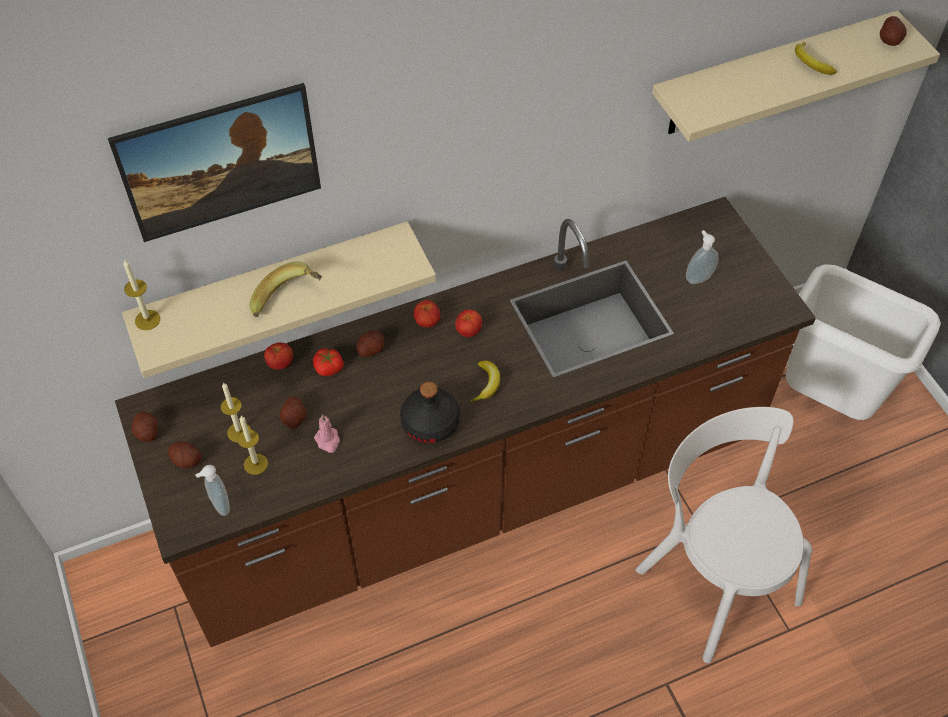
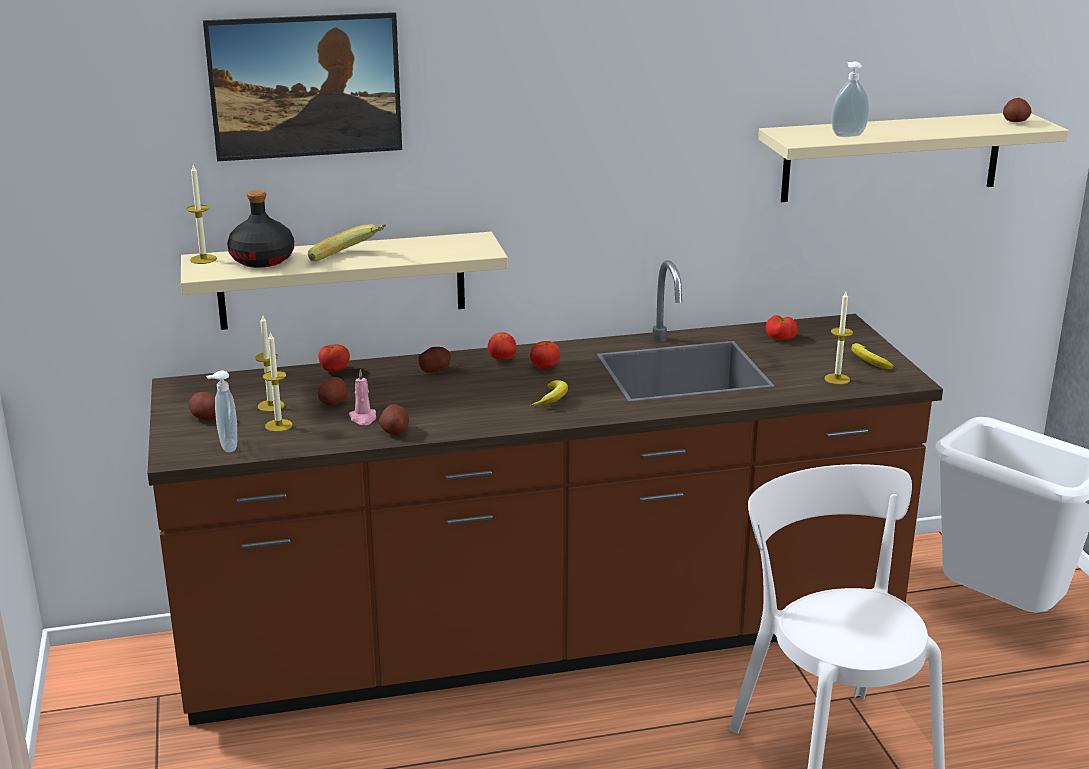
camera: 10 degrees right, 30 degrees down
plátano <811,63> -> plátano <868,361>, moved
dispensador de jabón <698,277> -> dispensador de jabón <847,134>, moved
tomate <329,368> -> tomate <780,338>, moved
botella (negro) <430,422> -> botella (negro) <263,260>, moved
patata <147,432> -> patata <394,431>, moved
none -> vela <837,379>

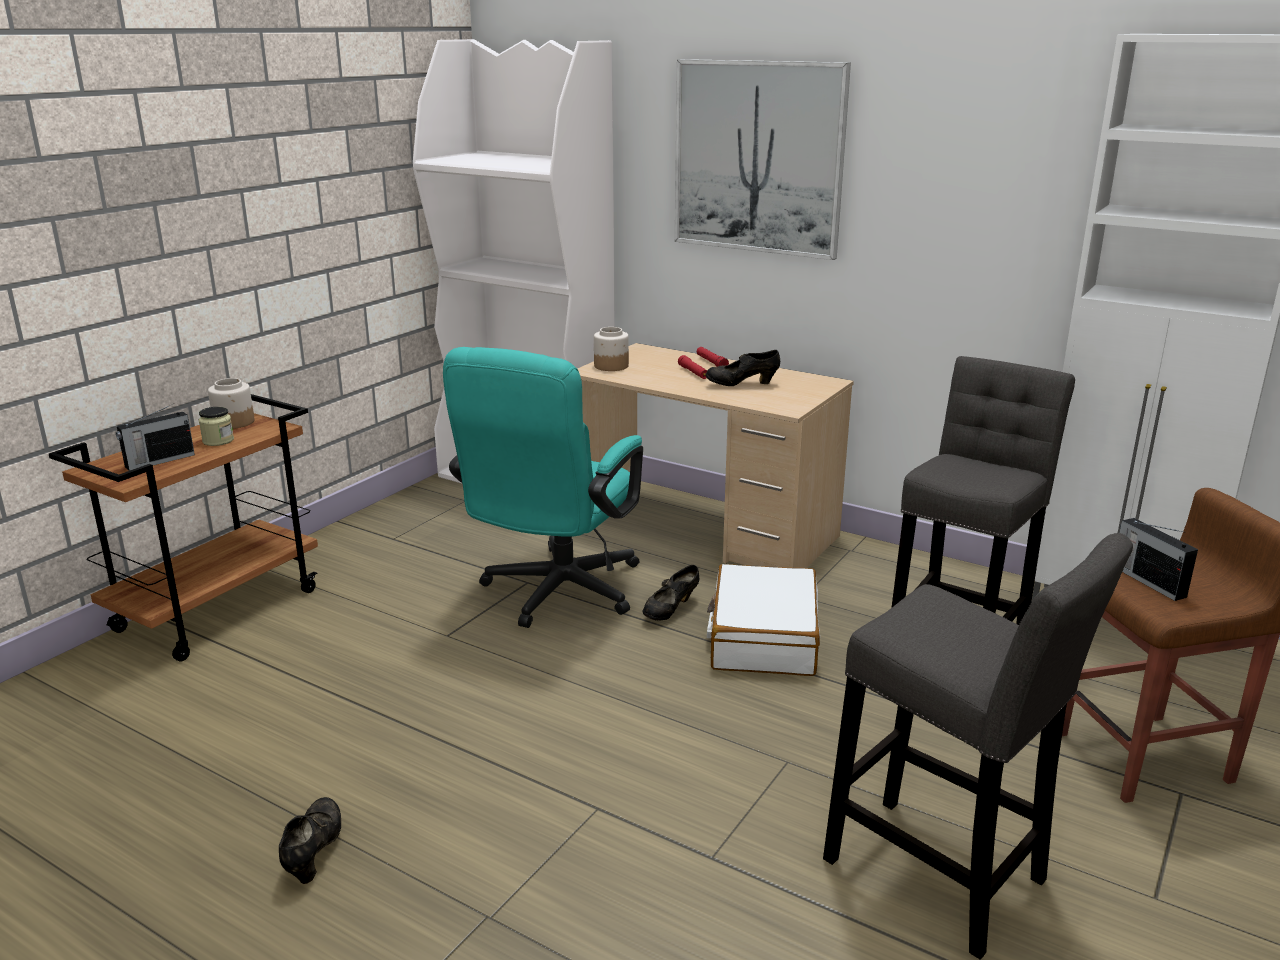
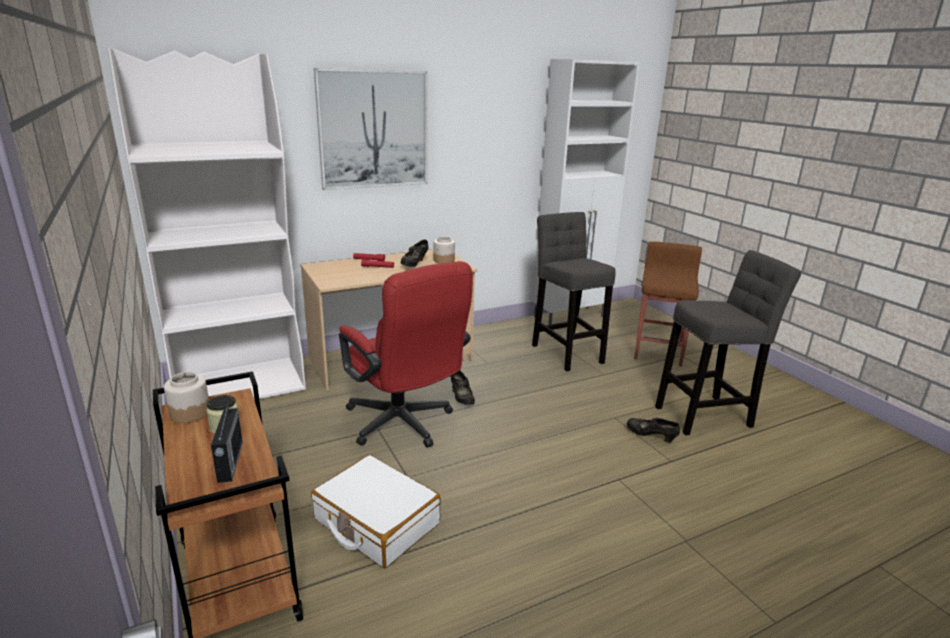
camera: 60 degrees left, 0 degrees up
tarro <611,366> -> tarro <444,260>, moved
silla de oficina (turquesa) <555,595> -> silla de oficina (rojo) <404,425>
radio <1147,581> -> none
maleta (blanco) <763,638> -> maleta (blanco) <376,522>, moved
zapato (negro) <314,853> -> zapato (negro) <651,436>, moved

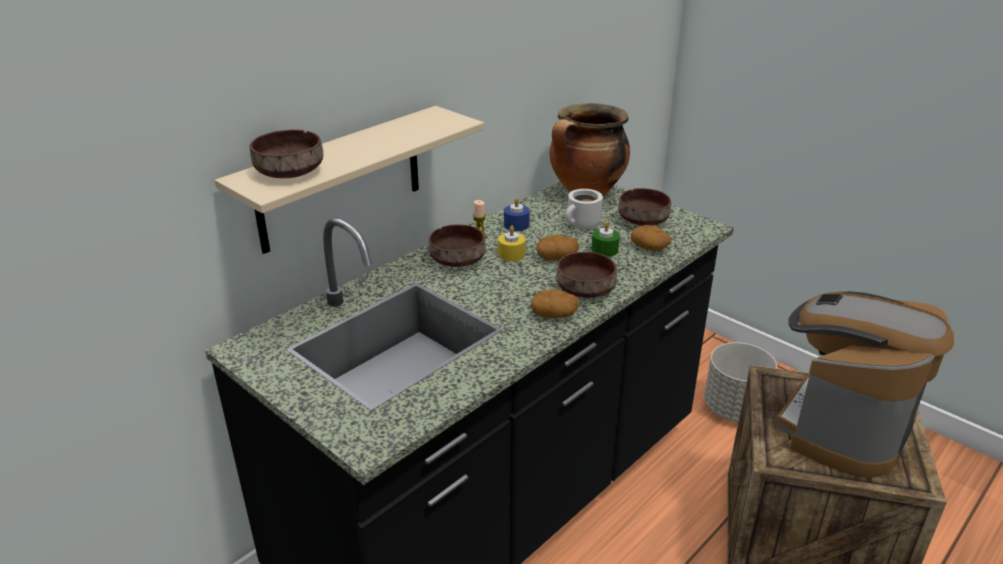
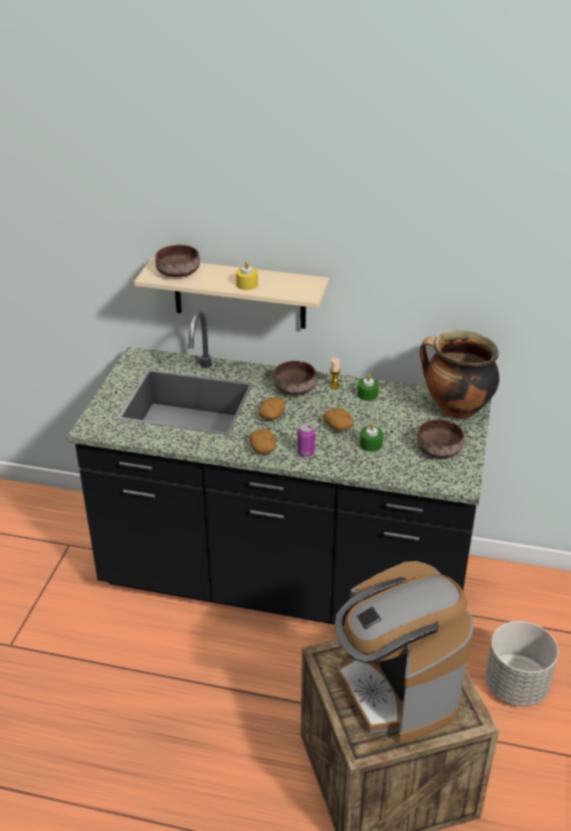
camera: 60 degrees right, 5 degrees up
taza grande (blanco) <582,225> -> none
vela (azul) <516,225> -> vela (verde) <367,394>
patata <650,248> -> patata <272,416>, moved
vela (amarillo) <511,254> -> vela (amarillo) <247,284>, moved
cuenco (marrón) <586,290> -> lata <305,453>
cafetera <842,427> -> cafetera <397,690>, 120 degrees counterclockwise

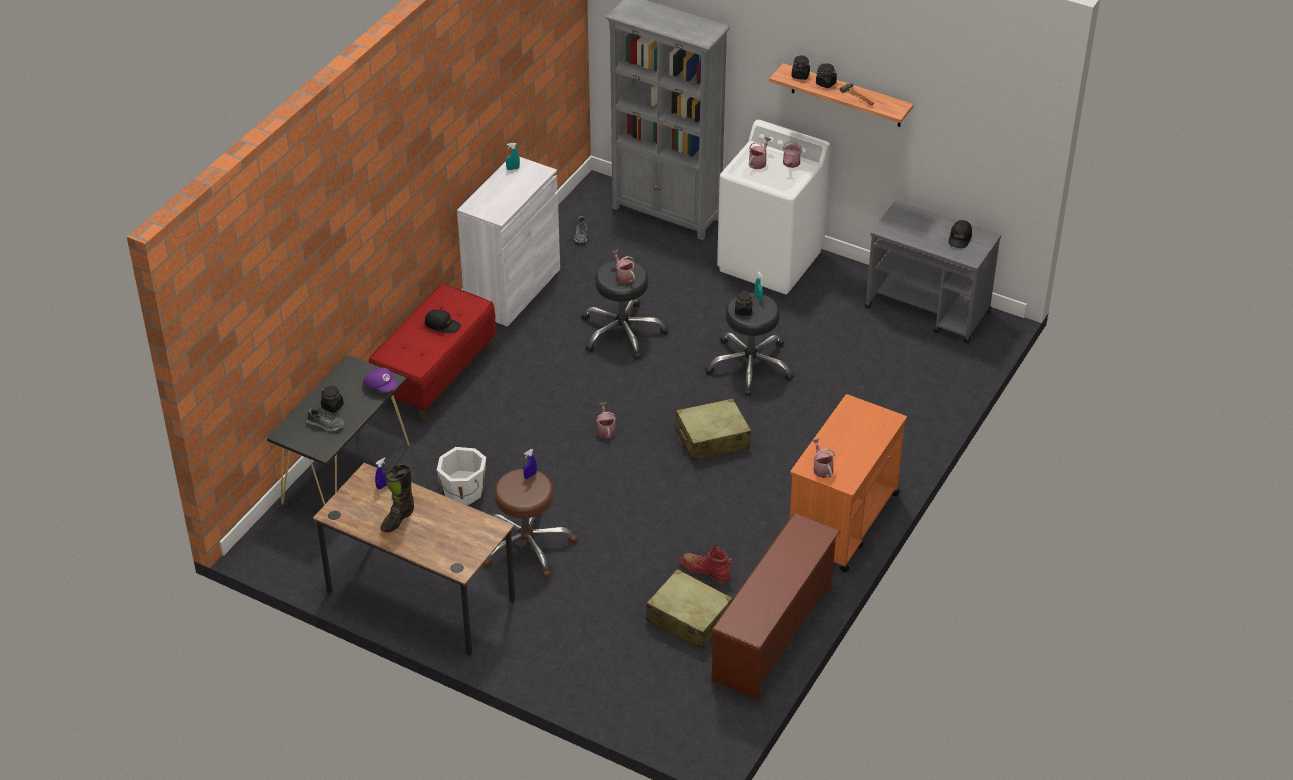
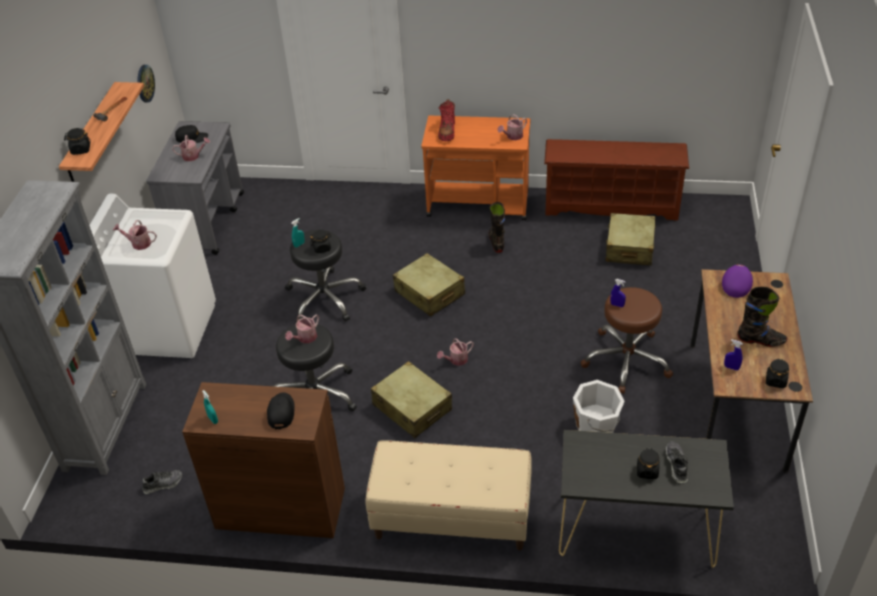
camera: 110 degrees left, 0 degrees up
tarro (negro) <826,83> -> tarro (negro) <775,381>, moved
regadera <791,164> -> regadera <193,156>, moved
armario (blanco) <512,289> -> armario (marrón) <280,508>
banco (rojo) <435,375> -> banco (beis) <451,518>
gorra (negro) <442,325> -> gorra (negro) <281,412>, moved
gorra (morado) <381,386> -> gorra (morado) <736,285>, moved
bota (rojo) <705,570> -> bota (rojo) <447,131>, moved
none -> reloj de pared <144,83>
none -> bota (negro) <496,242>
none -> maleta (beis) <412,407>

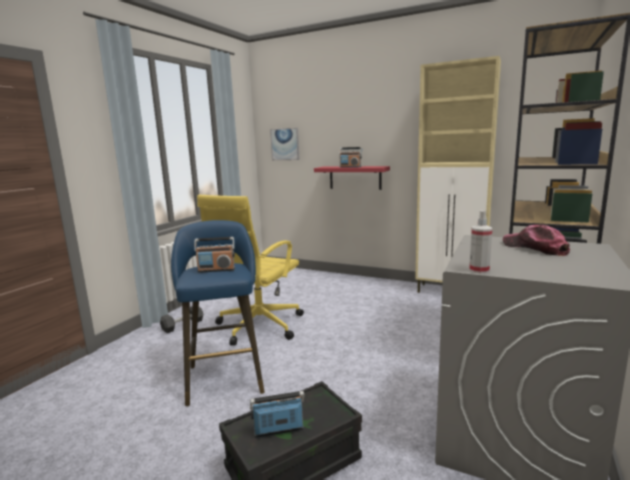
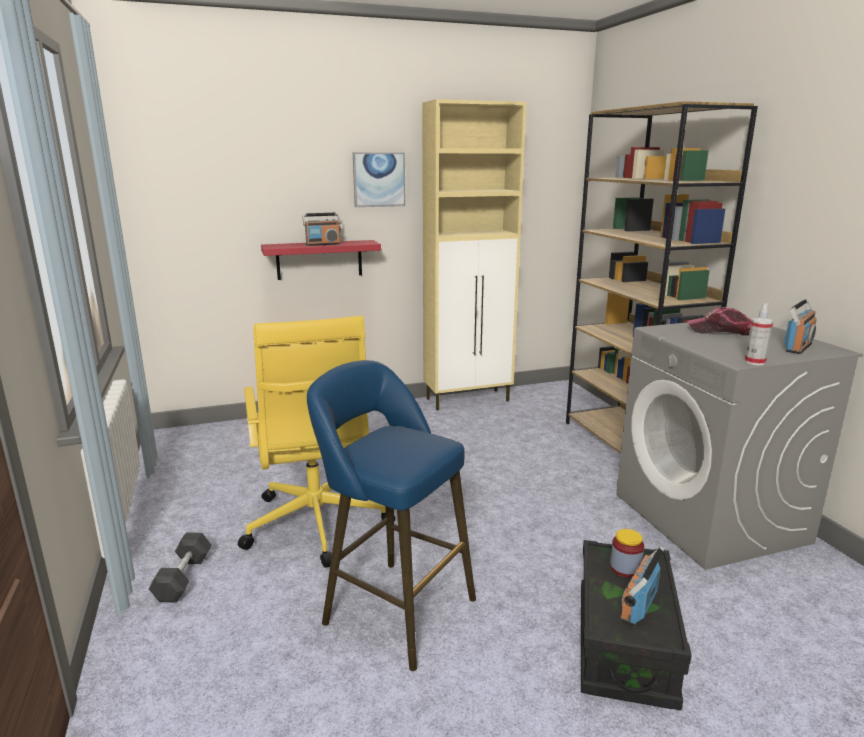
camera: 45 degrees left, 5 degrees up
cuadro <285,144> -> cuadro <379,179>, moved
radio <216,270> -> radio <798,347>, moved
none -> tarro <625,568>

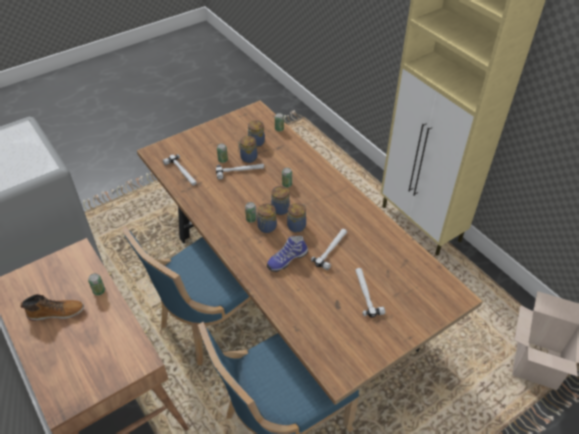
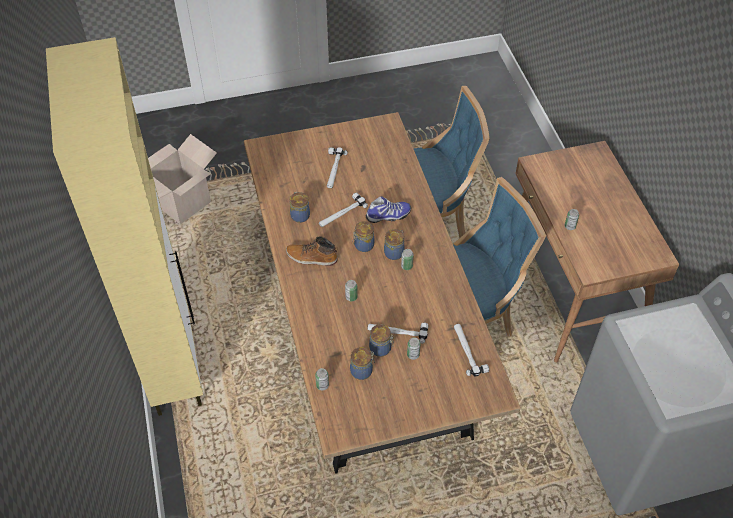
camera: 160 degrees left, 5 degrees up
tarro <281,210> -> tarro <300,215>, moved
bota <56,312> -> bota <311,258>, moved

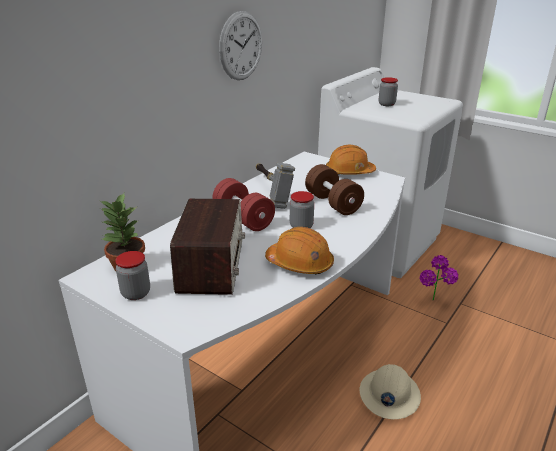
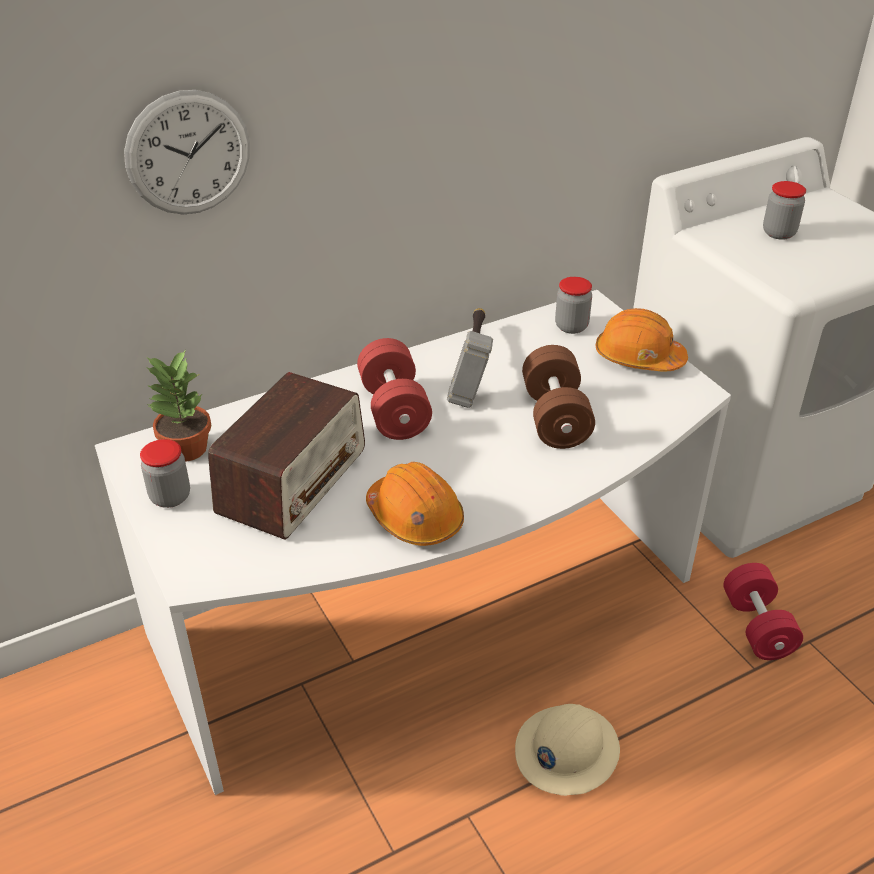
camera: 25 degrees right, 10 degrees up
reloj de pared <241,46> -> reloj de pared <188,153>, moved
tarro <301,226> -> tarro <571,326>, moved
planta en maceta <434,304> -> mancuerna (rojo) <757,627>

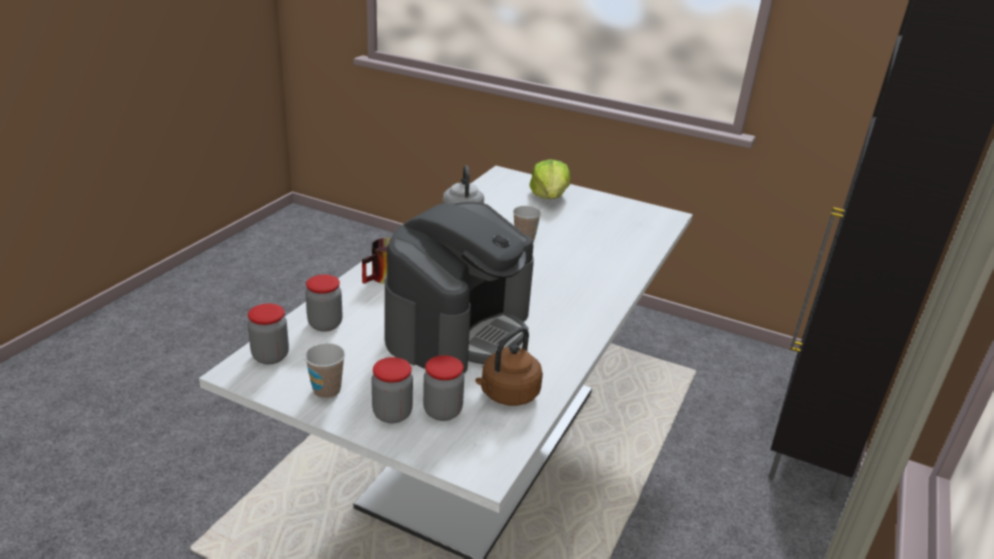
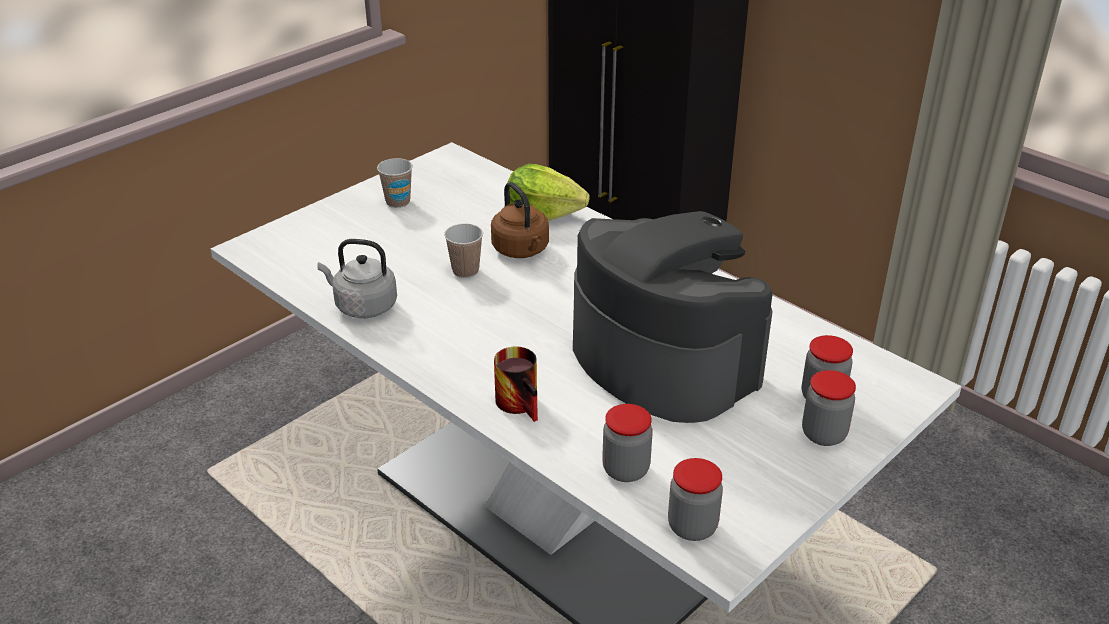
camera: 70 degrees left, 5 degrees up
lechuga <549,196> -> lechuga <543,214>, moved
hervidor (marrón) <507,395> -> hervidor (marrón) <522,250>, moved
taza <327,390> -> taza <398,202>, moved

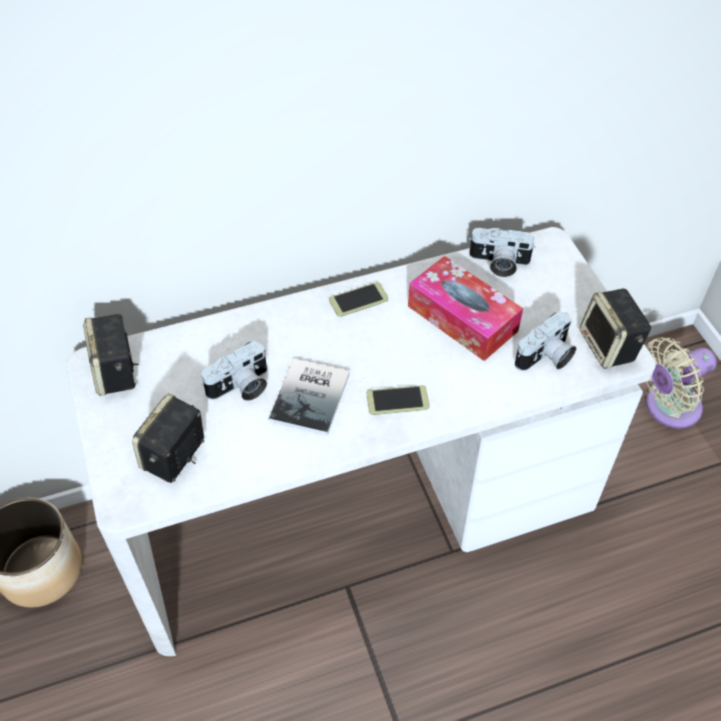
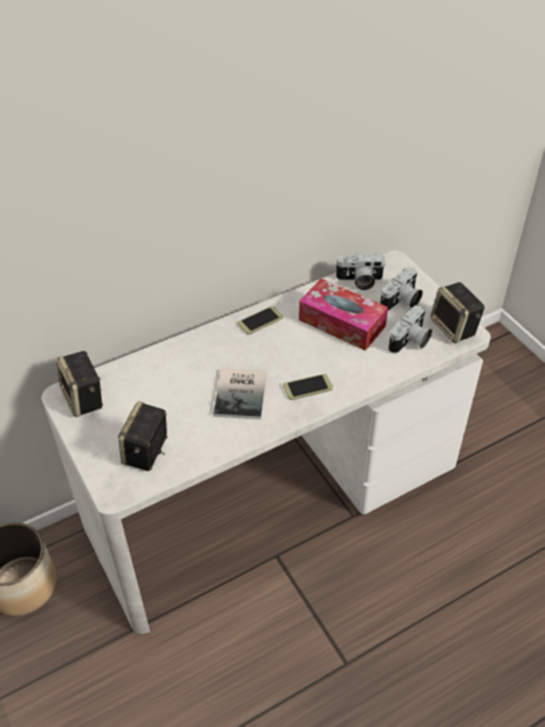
camera: 10 degrees left, 5 degrees down
ventilador (beis) <667,408> -> none
cámara <241,387> -> cámara <402,302>, moved

